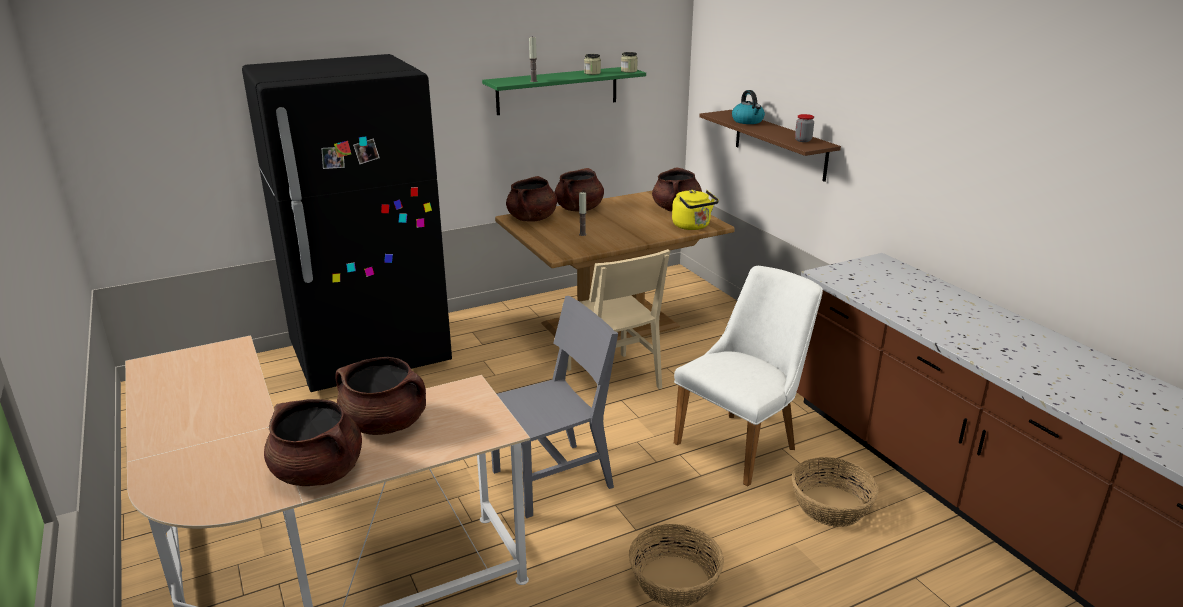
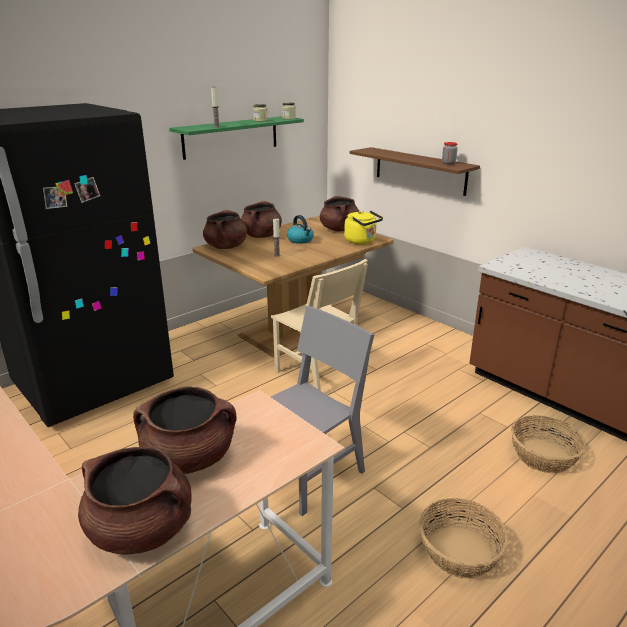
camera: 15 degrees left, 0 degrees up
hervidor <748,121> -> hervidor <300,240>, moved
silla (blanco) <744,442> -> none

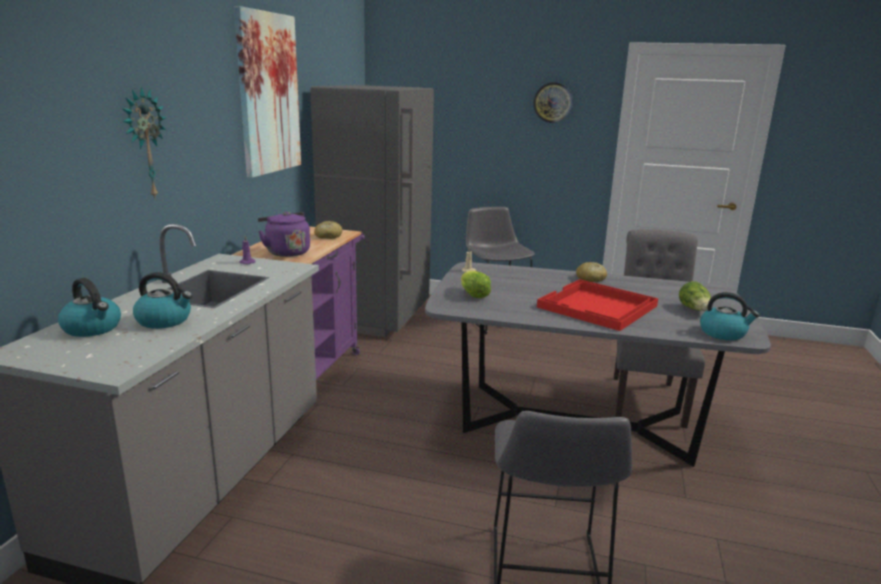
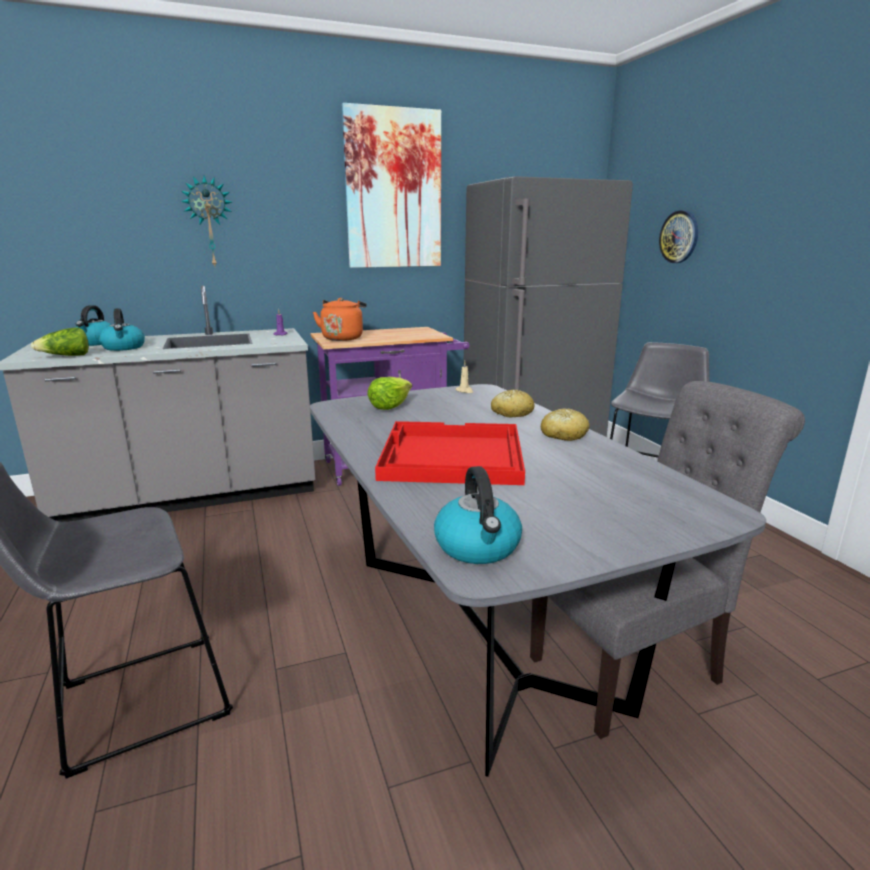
camera: 55 degrees right, 0 degrees up
reloj de pared <553,102> -> reloj de pared <679,237>, moved
hervidor (morado) <286,252> -> hervidor (naranja) <343,338>
pan <328,236> -> pan <511,413>, moved
lechuga <695,310> -> lechuga <66,356>, moved

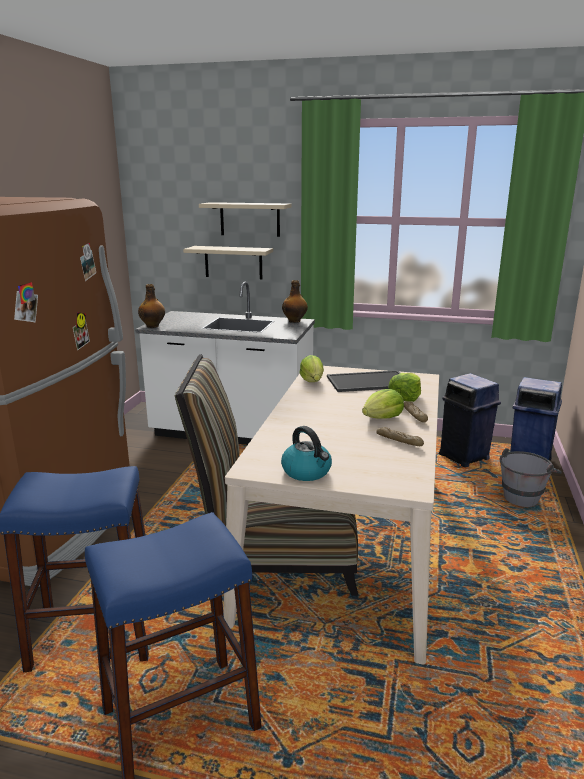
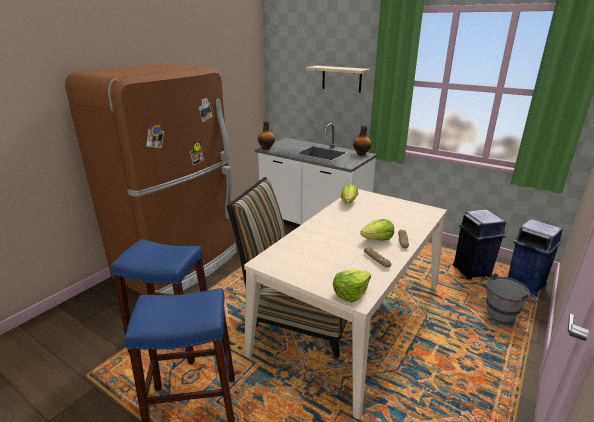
camera: 20 degrees right, 5 degrees up
estante (beis) <233,262> -> none
bandeja <369,381> -> none
lechuga <405,397> -> lechuga <350,293>, moved
hervidor <307,472> -> none

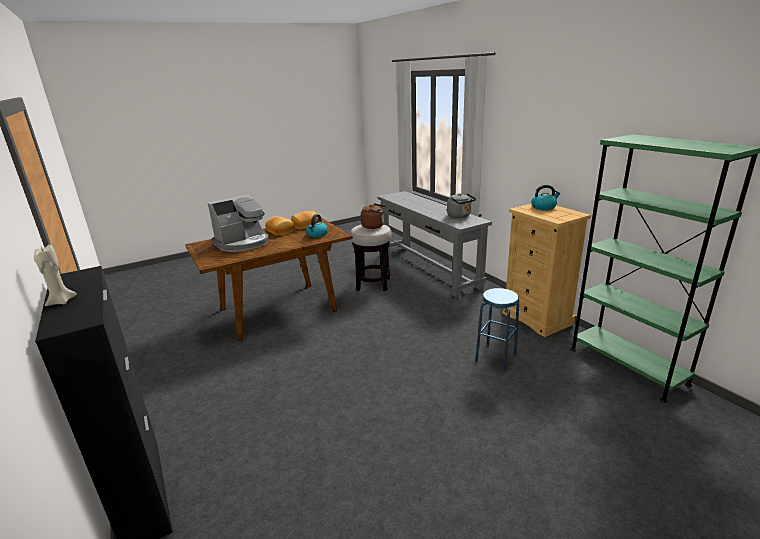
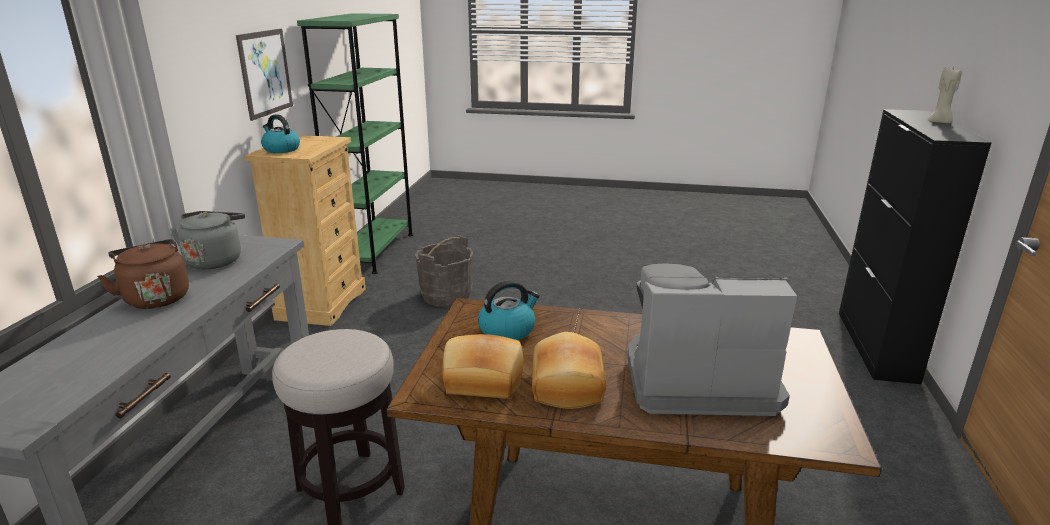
camera: 140 degrees left, 0 degrees up
hervidor (marrón) <374,226> -> hervidor (marrón) <155,298>, moved
taburete (azul) <496,358> -> cubo (gris) <446,296>
none -> cuadro <265,73>

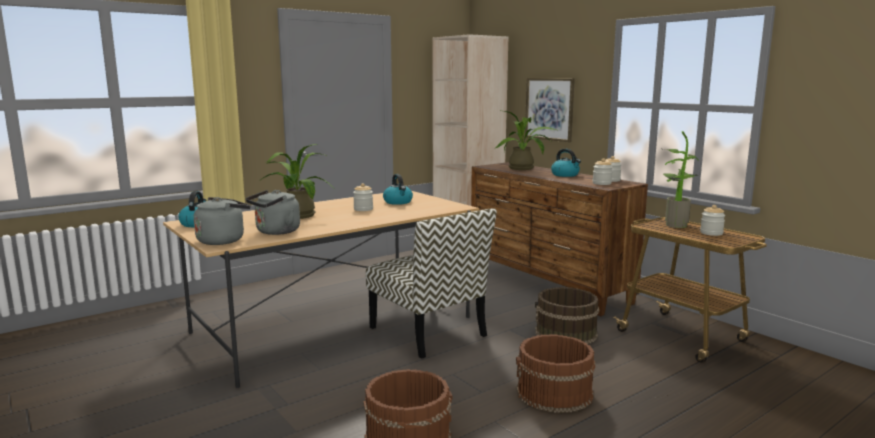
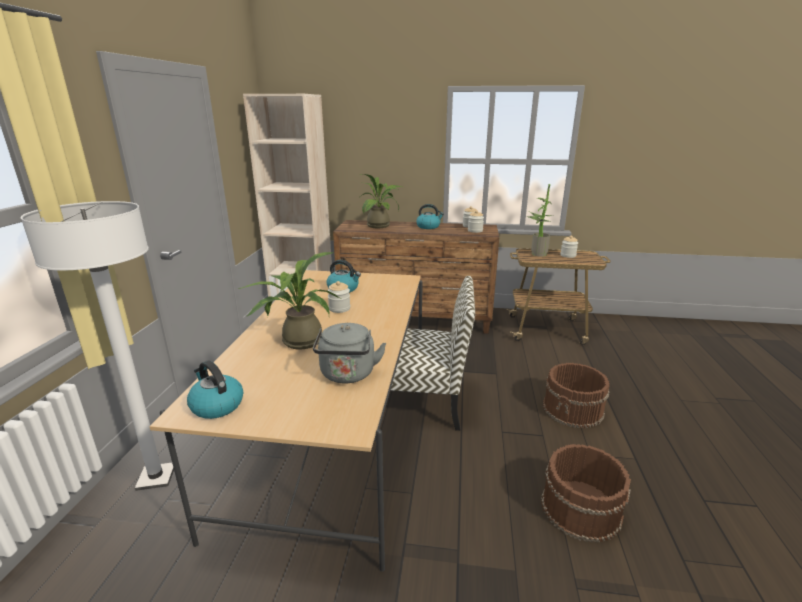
camera: 45 degrees left, 10 degrees up
cuadro <549,109> -> none
hervidor (gris) <223,240> -> none
cubo (marrón) <565,333> -> none
none -> lámpara de pie (blanco) <156,477>

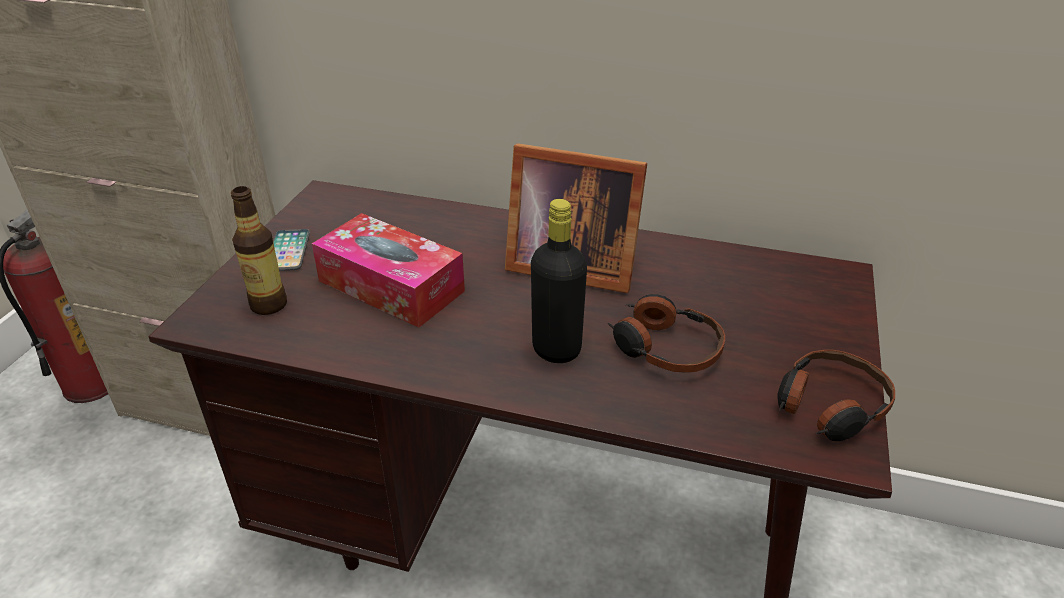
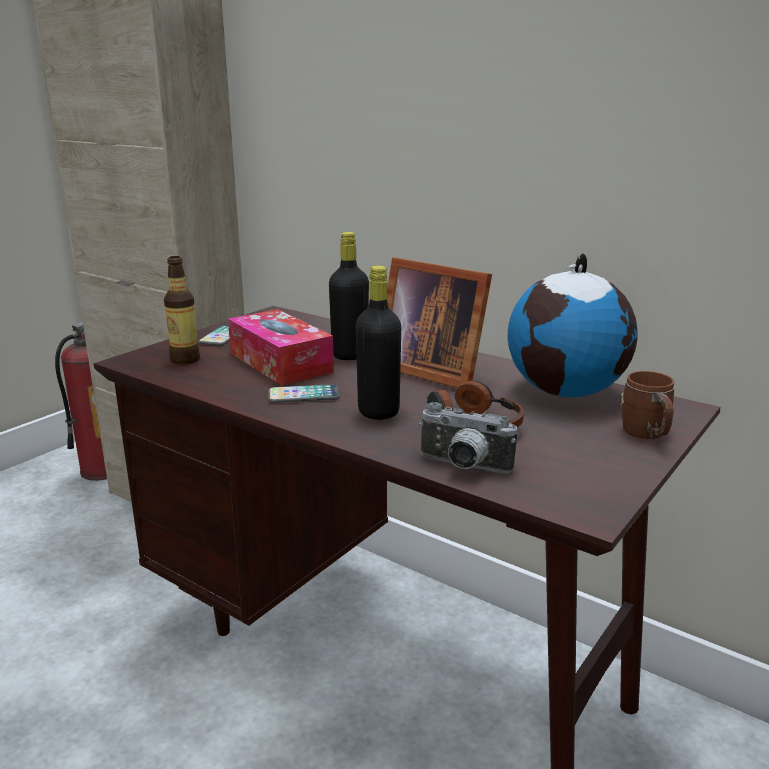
camera: 20 degrees right, 15 degrees down
auriculares <828,407> -> none
none -> botella (negro) <350,355>
none -> globo terráqueo <567,392>
none -> taza grande (marrón) <647,435>
none -> móvil <303,395>
none -> cámara <462,467>

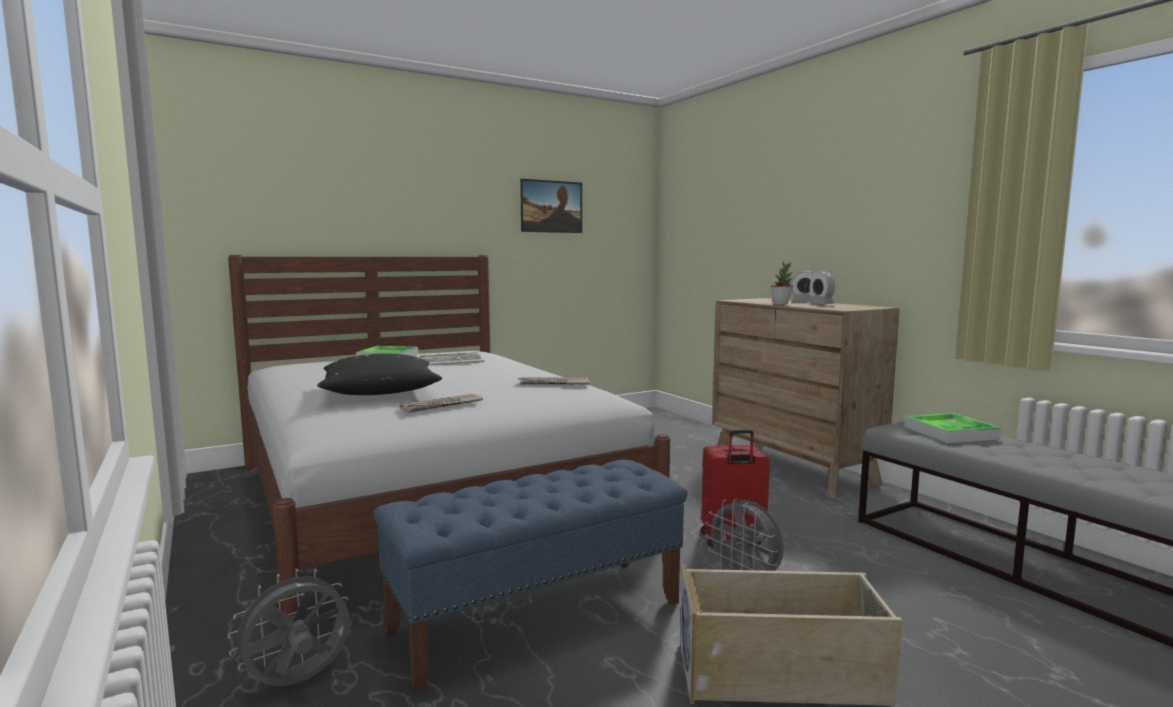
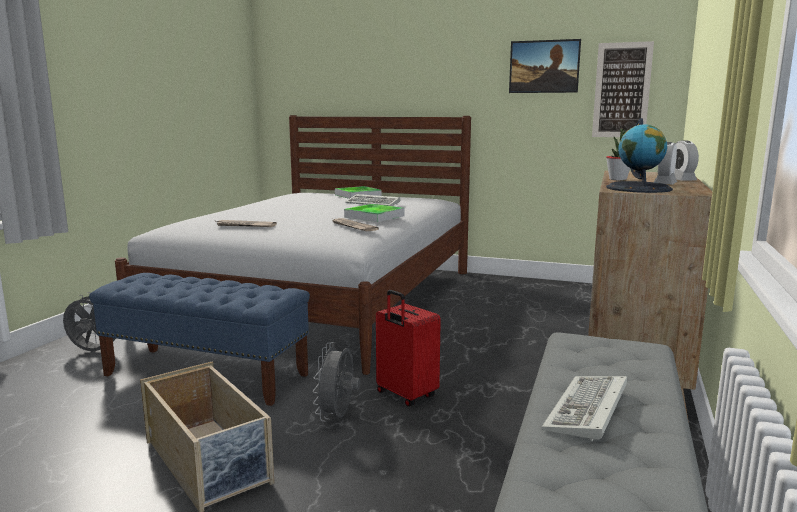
camera: 50 degrees right, 5 degrees up
cojín (negro) <380,391> -> none
bandeja <950,433> -> bandeja <374,216>, moved
none -> cuadro <622,90>
none -> globo terráqueo <639,188>
none -> teclado <588,411>

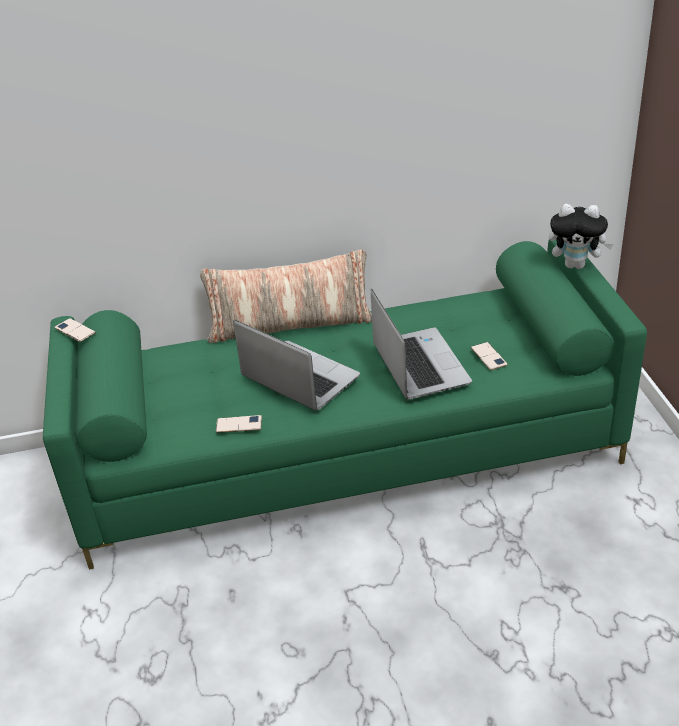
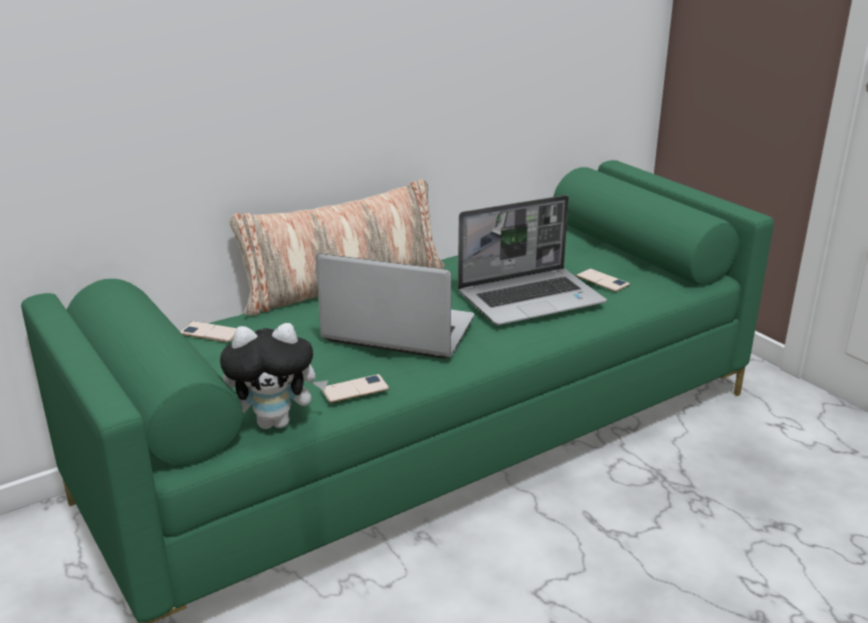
camera: 25 degrees left, 10 degrees down
peluche <576,265> -> peluche <276,422>, moved
portátil <418,365> -> portátil <531,298>, 105 degrees clockwise
móvil <75,330> -> móvil <210,332>, moved

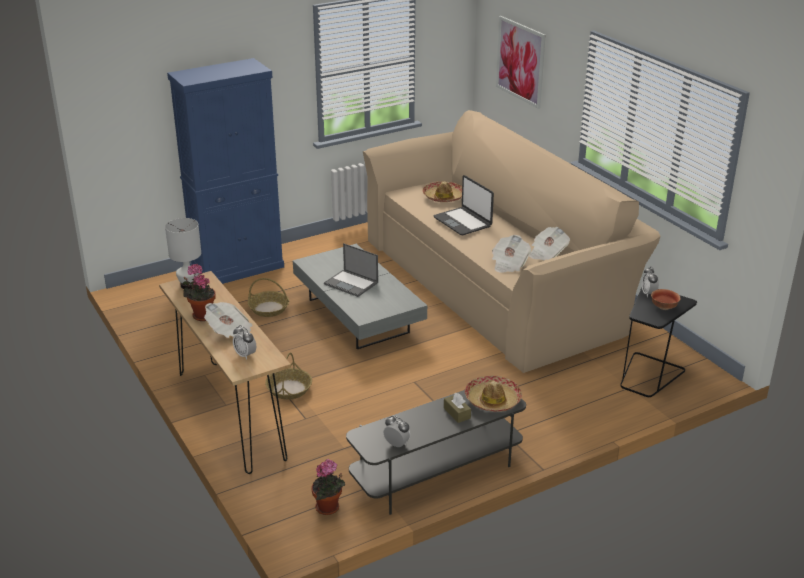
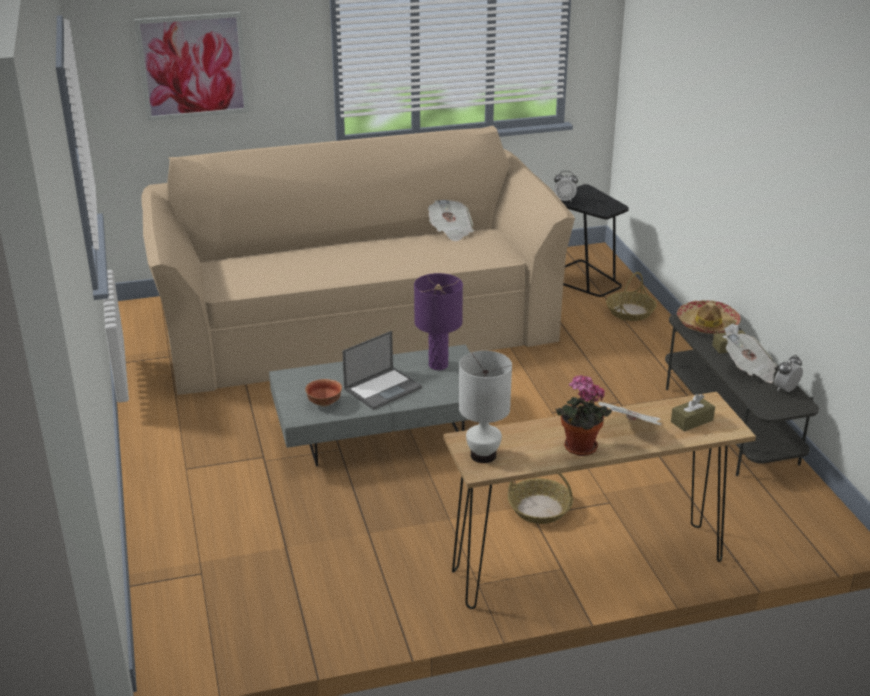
camera: 75 degrees left, 0 degrees up
armario (azul) <238,268> -> none
portátil <463,222> -> none
sombrero <443,197> -> none
periódico <509,264> -> periódico <749,370>, moved
cesta <268,309> -> cesta <630,312>, moved
cuenco <664,307> -> cuenco <323,402>, moved
despertador <245,355> -> caja de pañuelos (marrón) <692,421>
planta en maceta <329,508> -> none
none -> lámpara de mesa (morado) <438,365>

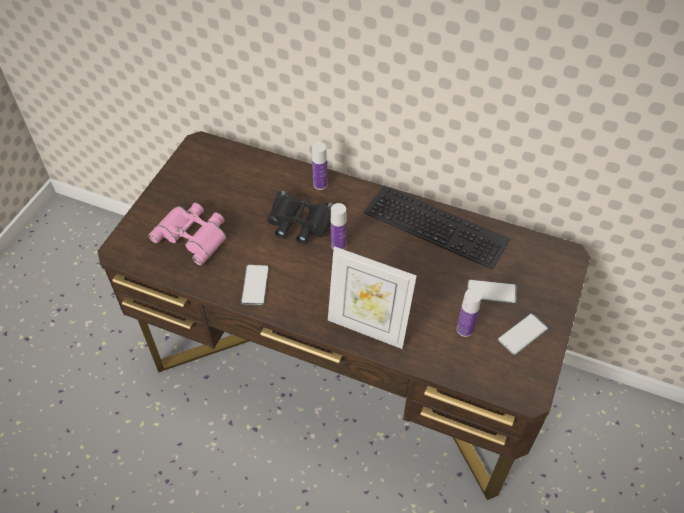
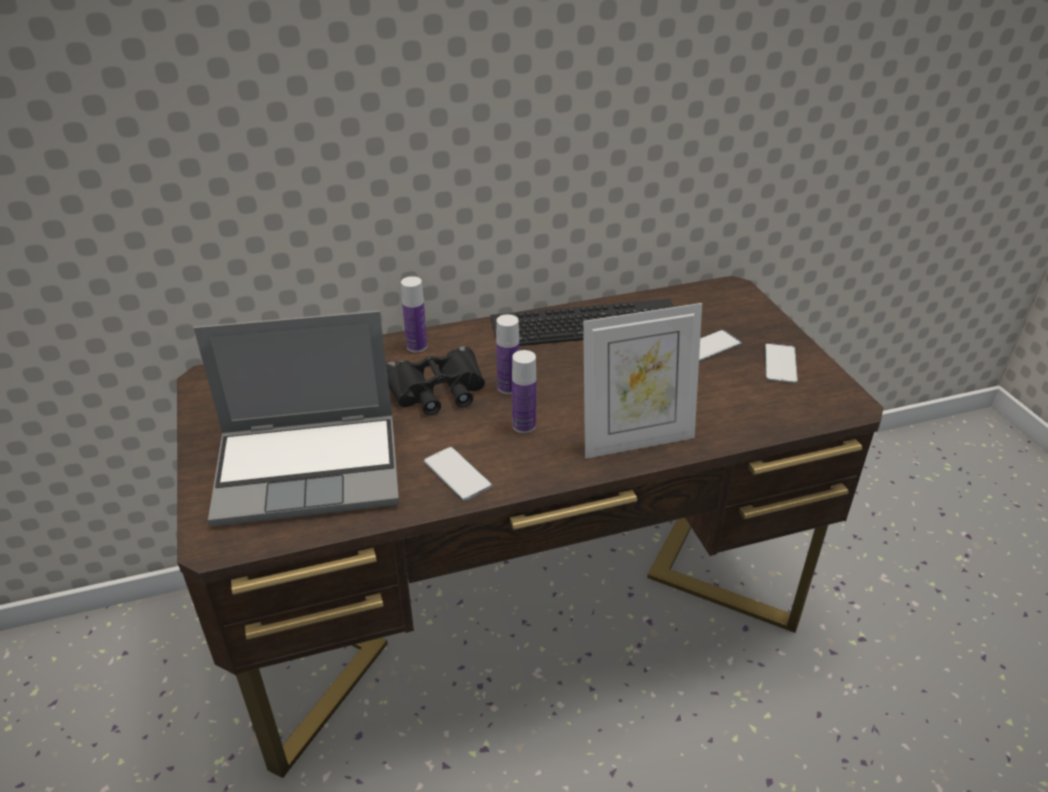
camera: 40 degrees left, 15 degrees down
prismáticos (rosa) <193,235> -> portátil <311,469>
botella <464,329> -> botella <524,425>, moved

